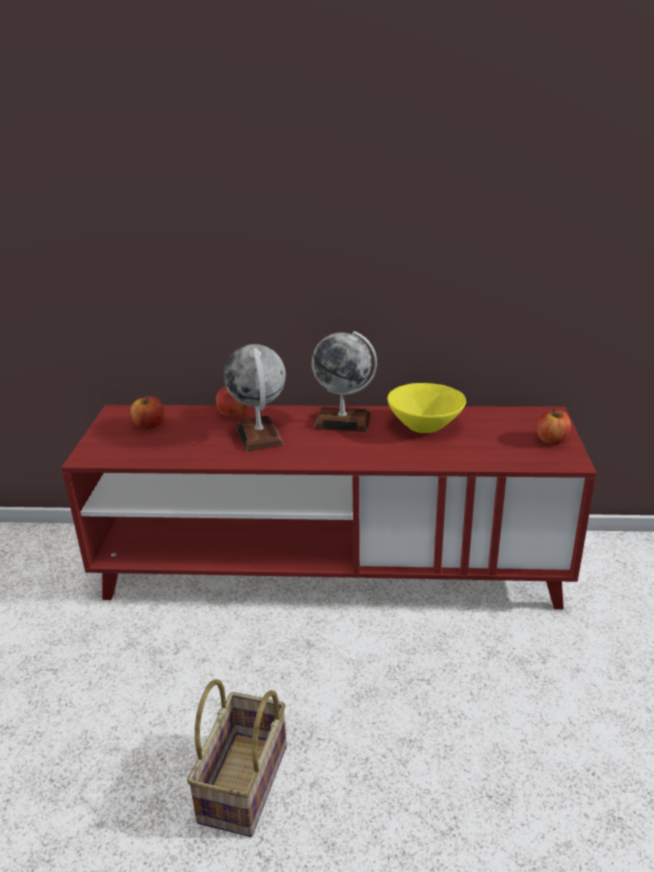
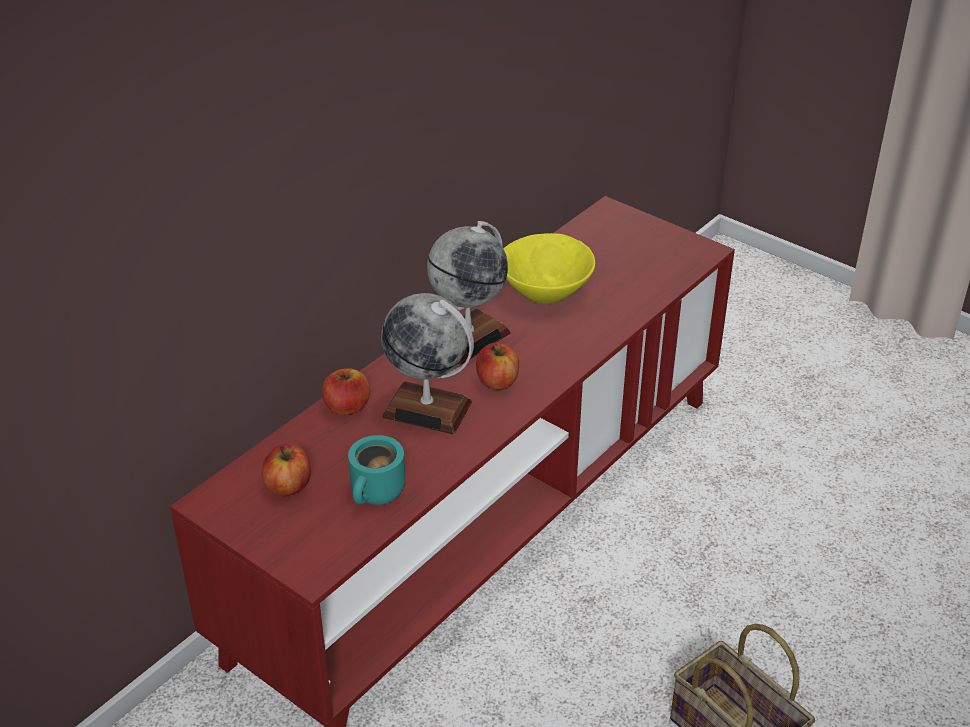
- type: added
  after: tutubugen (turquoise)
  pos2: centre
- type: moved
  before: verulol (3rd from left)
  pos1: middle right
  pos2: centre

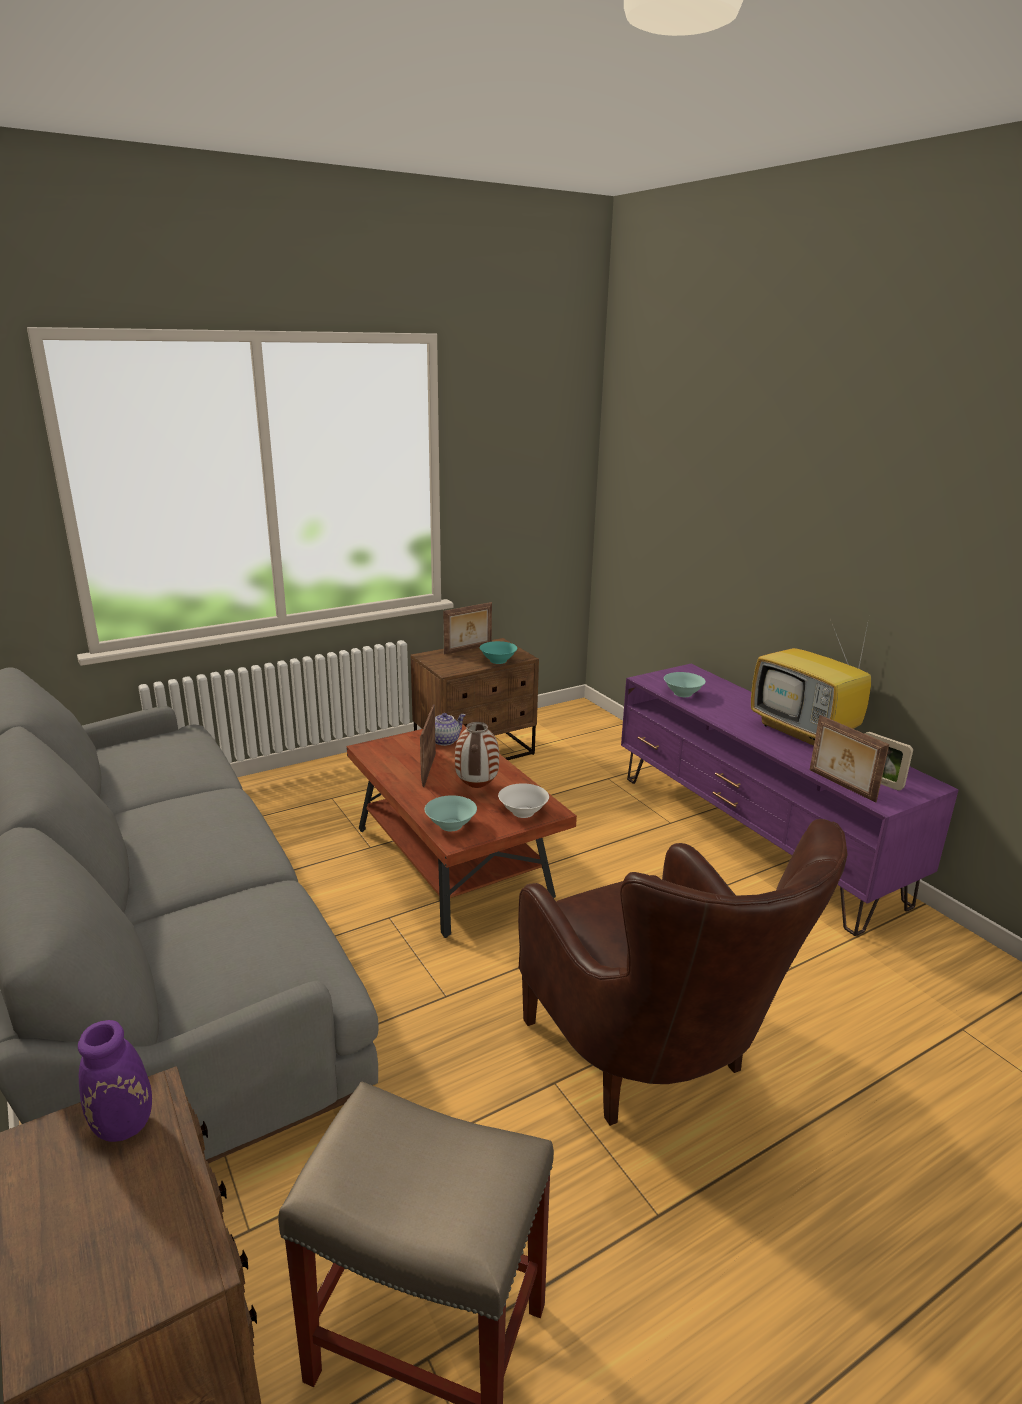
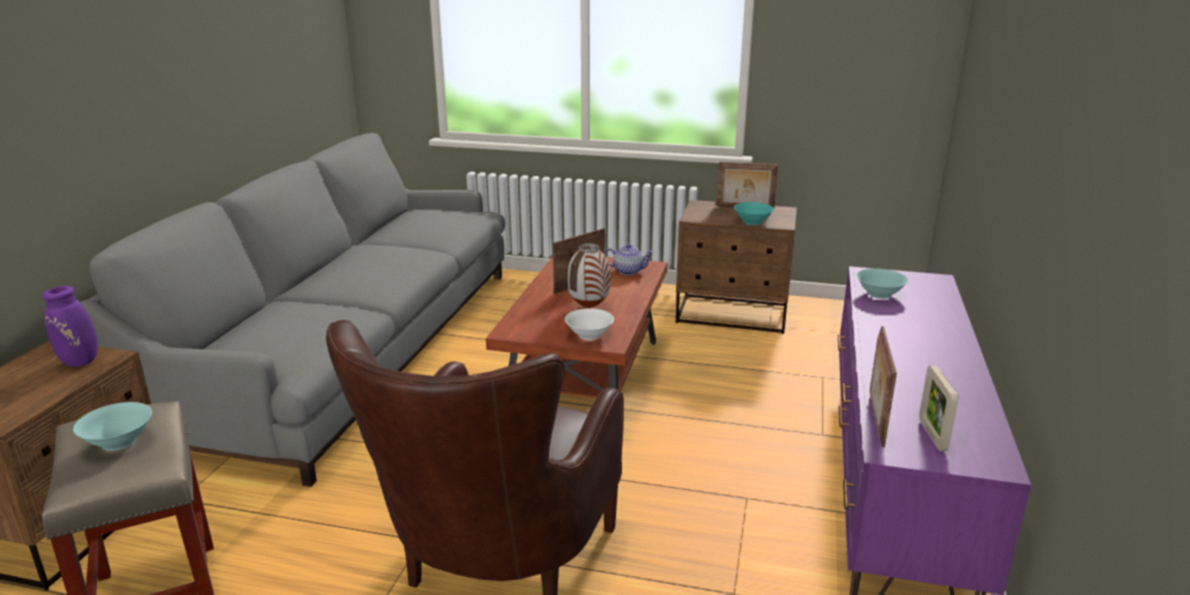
- type: removed
  before: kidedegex
  pos1: middle right
- type: moved
  before: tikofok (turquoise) (1st from left)
  pos1: centre
  pos2: bottom left

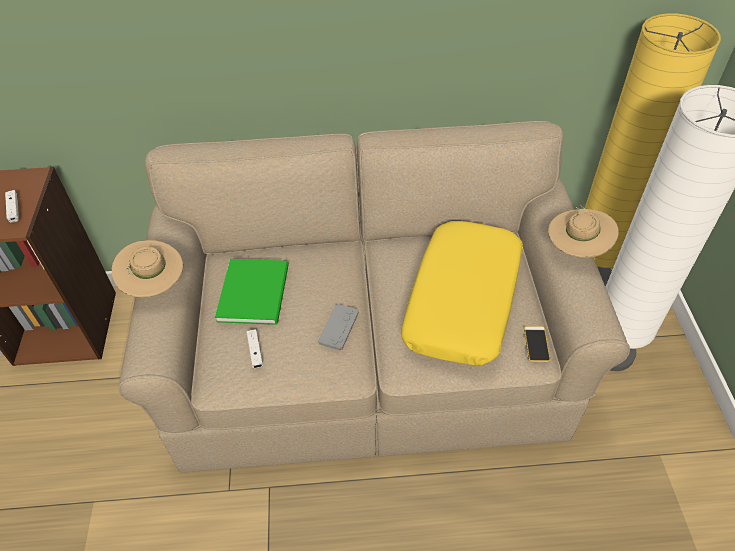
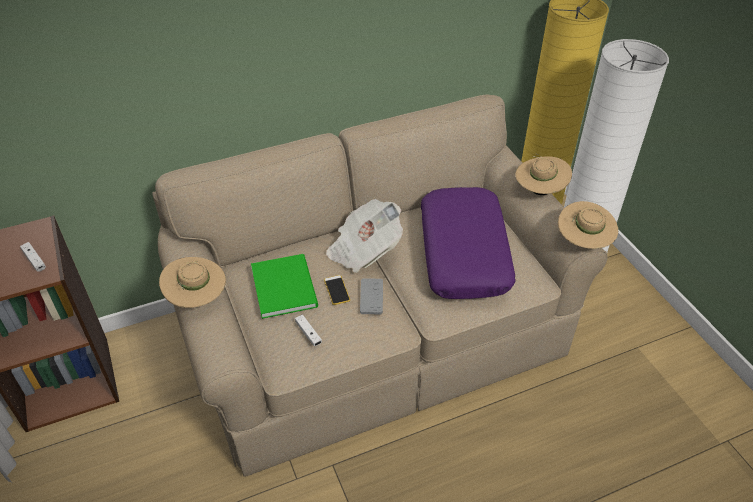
- type: added
  after: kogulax
  pos2: centre
- type: added
  after: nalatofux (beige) (3rd from left)
  pos2: middle right
- type: moved
  before: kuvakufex
  pos1: middle right
  pos2: centre
- type: recoloured
  before: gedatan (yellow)
  after: gedatan (purple)
  pos1: centre
  pos2: centre

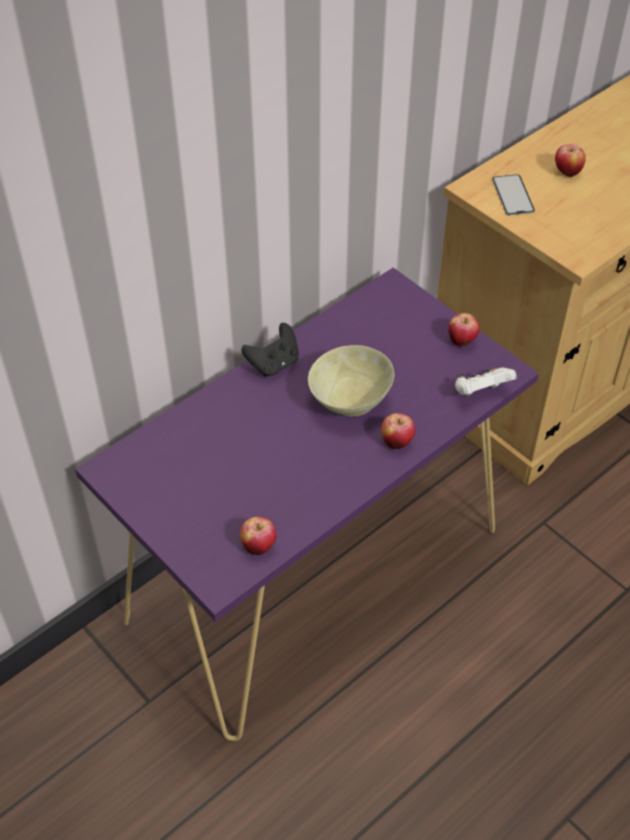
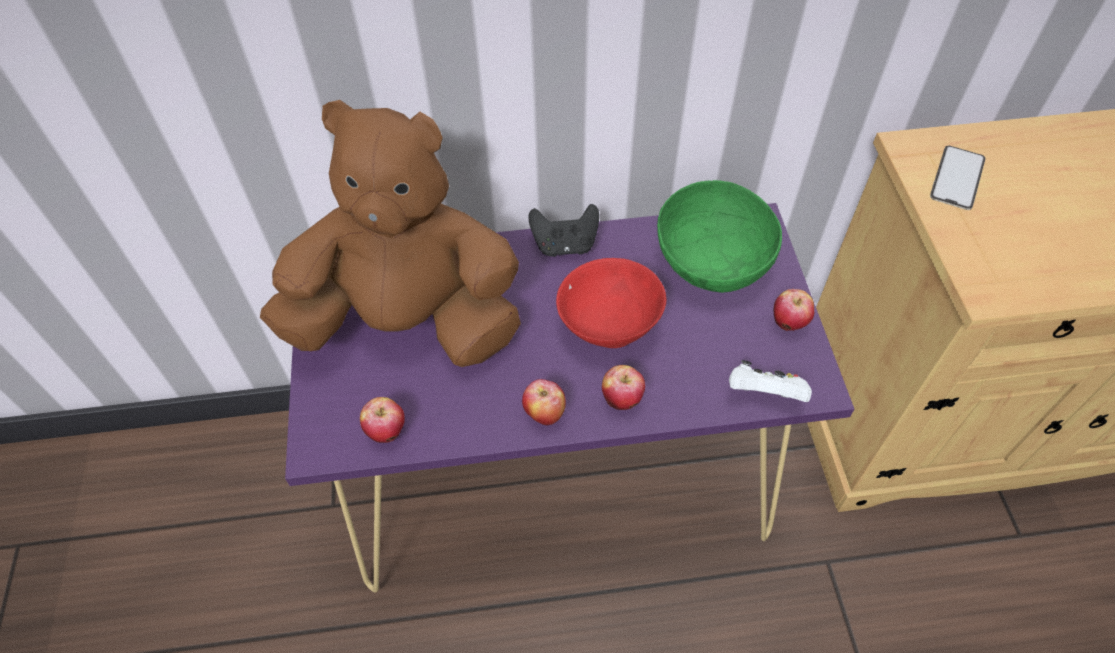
- type: added
  after: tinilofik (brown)
  pos2: centre
- type: added
  after: tikofok (green)
  pos2: centre
- type: moved
  before: verulol (4th from left in the first image)
  after: verulol (2nd from left)
  pos1: top right
  pos2: centre
- type: recoloured
  before: tikofok (beige)
  after: tikofok (red)
  pos1: centre
  pos2: centre

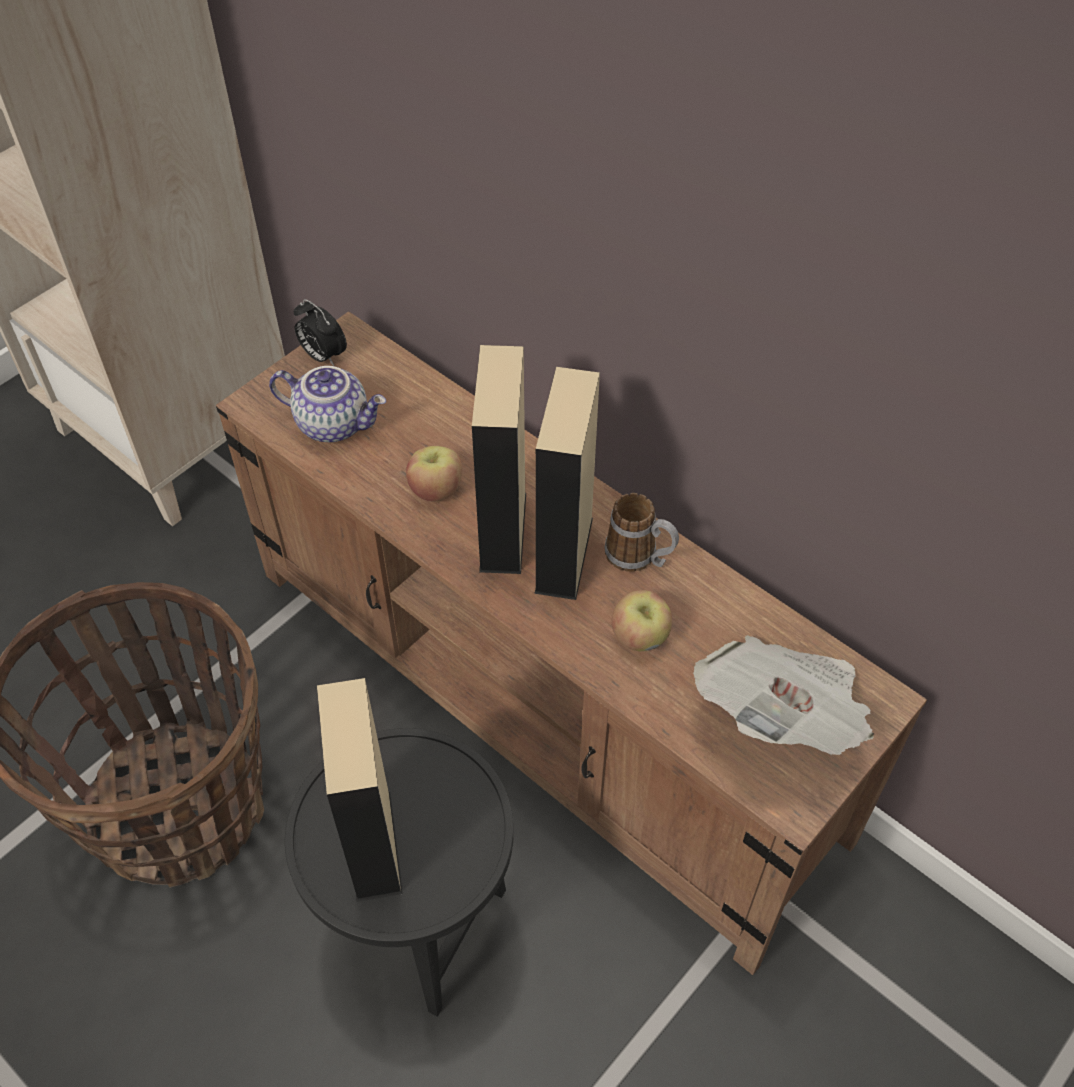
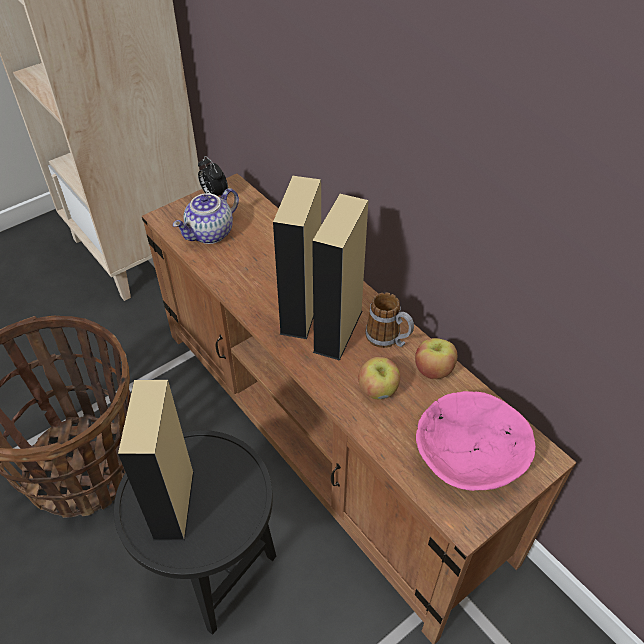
- type: moved
  before: verulol (1st from left in the first image)
  after: verulol (2nd from left)
  pos1: centre
  pos2: middle right
- type: replaced
  before: kogulax
  after: tikofok (pink)
  pos1: middle right
  pos2: bottom right
- type: turned
  before: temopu
  pos1: middle left
  pos2: middle left
  turn: 105

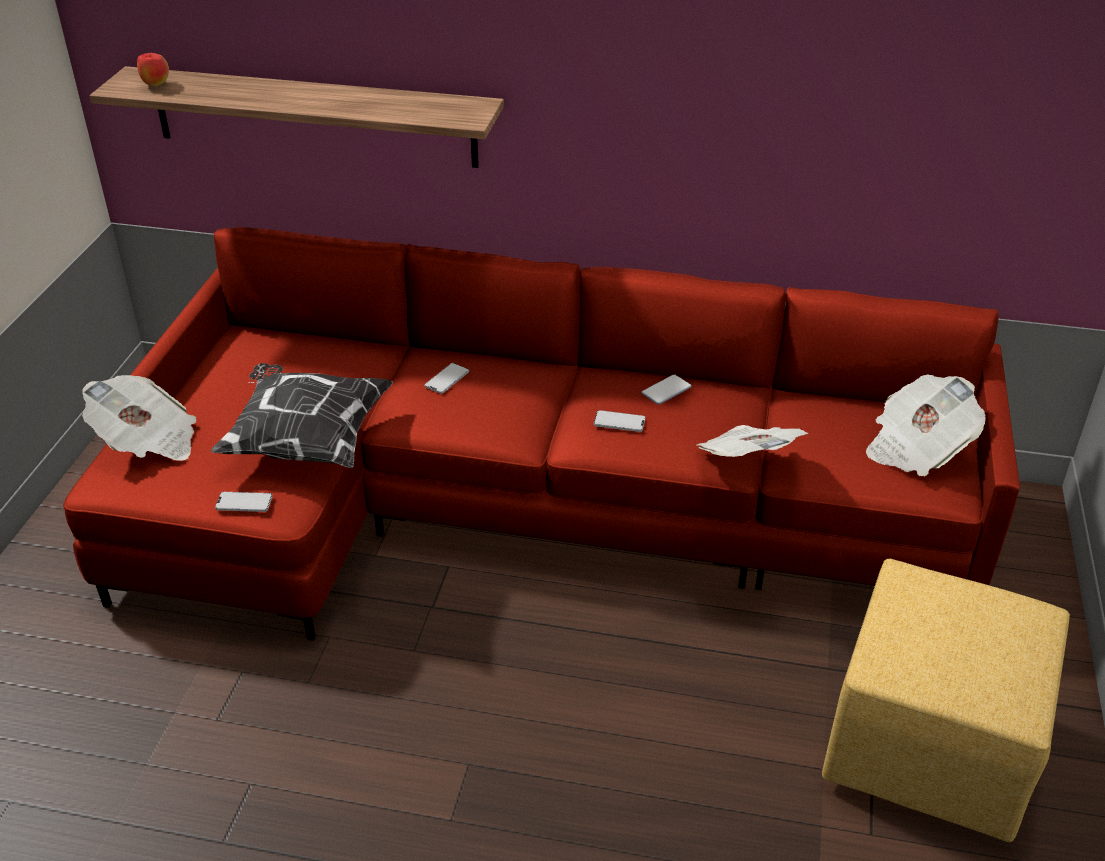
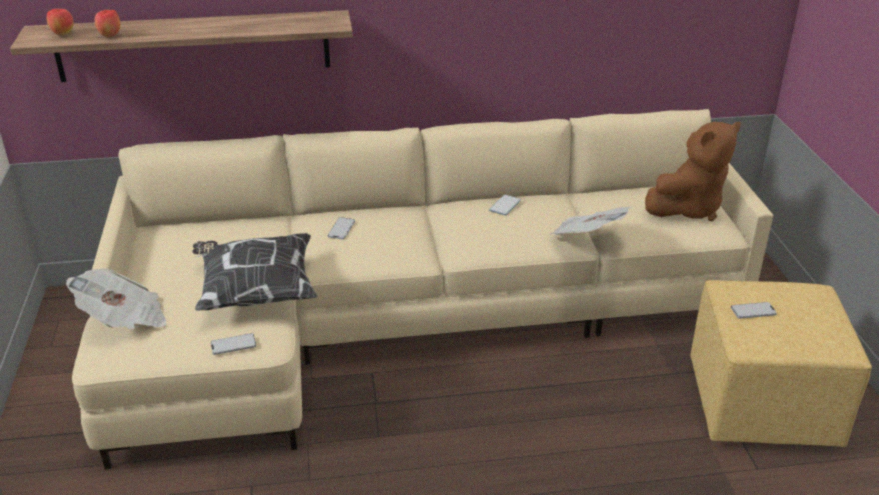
- type: added
  after: verulol (2nd from left)
  pos2: top left
- type: moved
  before: kuvakufex (3rd from left in the first image)
  after: kuvakufex (4th from left)
  pos1: centre
  pos2: middle right
- type: replaced
  before: kogulax (3rd from left)
  after: tinilofik (brown)
  pos1: middle right
  pos2: middle right
- type: recoloured
  before: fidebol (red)
  after: fidebol (beige)
  pos1: centre
  pos2: centre

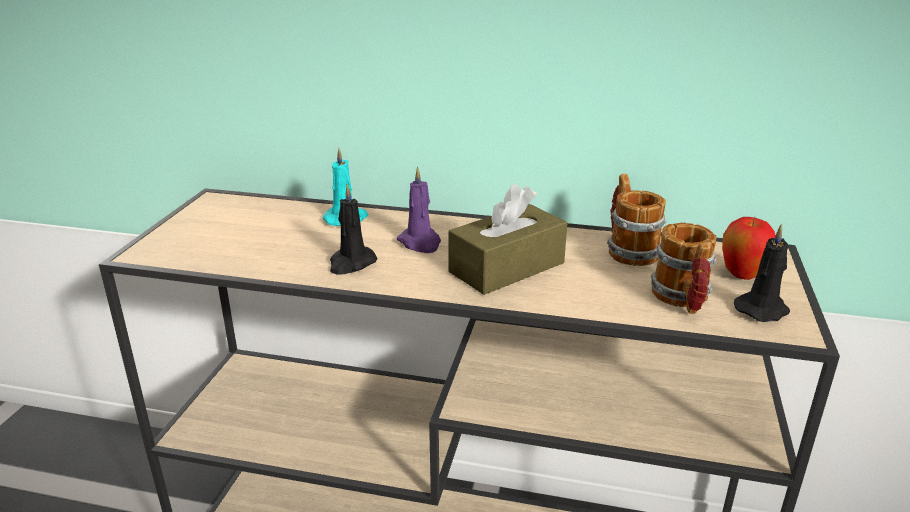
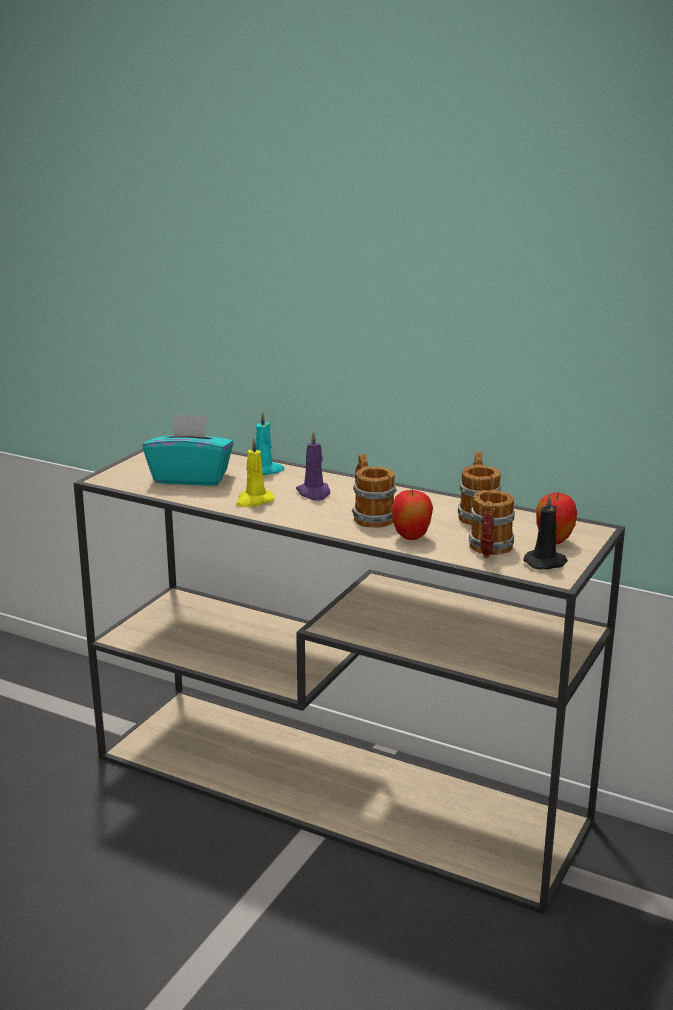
- type: added
  after: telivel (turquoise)
  pos2: middle left
- type: added
  after: verulol (1st from left)
  pos2: centre
- type: replaced
  before: telivel (brown)
  after: tutubugen (1st from left)
  pos1: centre
  pos2: centre
- type: recoloured
  before: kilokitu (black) (1st from left)
  after: kilokitu (yellow)
  pos1: centre
  pos2: centre

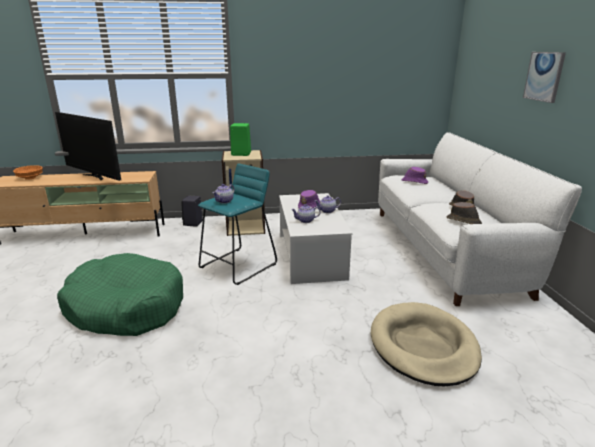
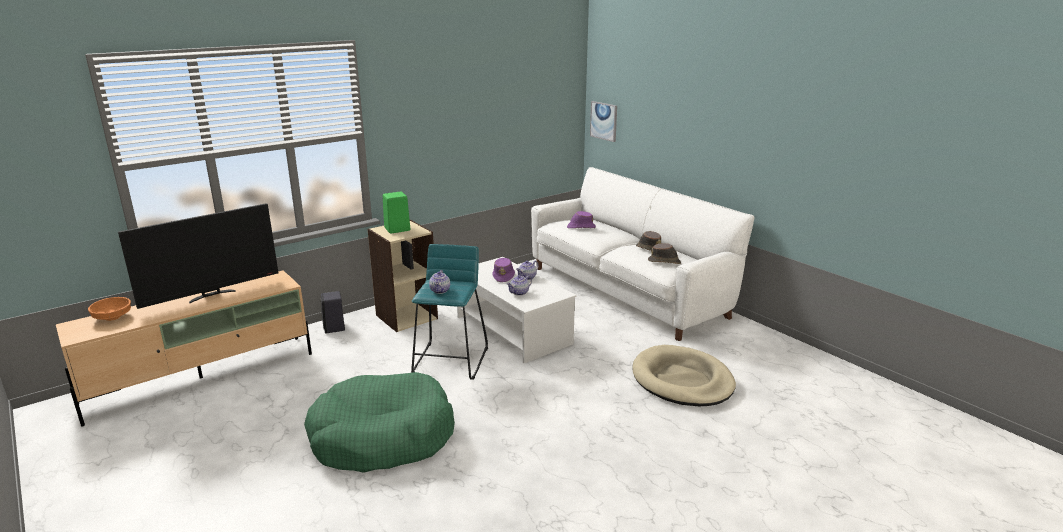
- type: moved
  before: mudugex
  pos1: top right
  pos2: top centre
- type: turned
  before: kidedegex
  pos1: top left
  pos2: middle left
  turn: -45

